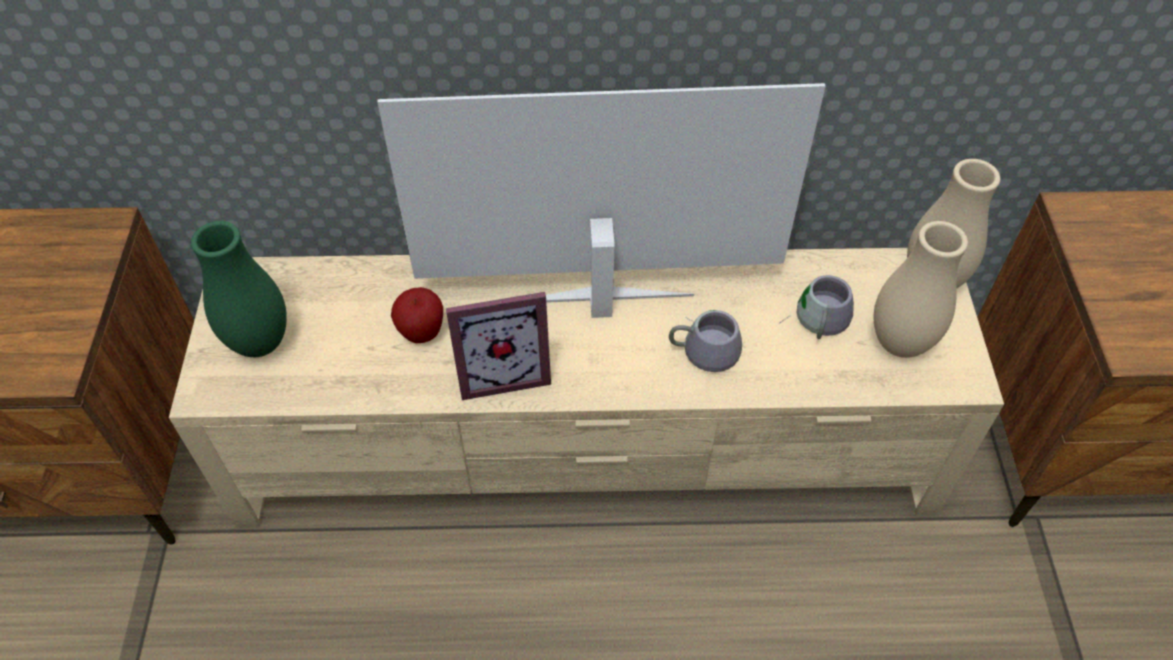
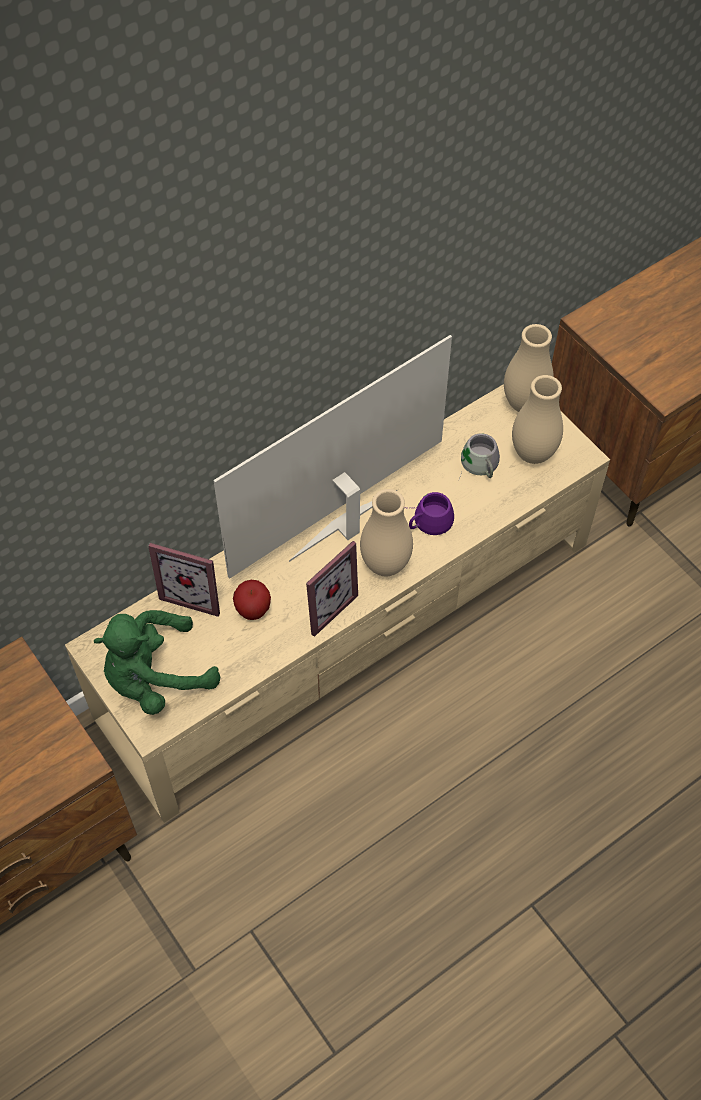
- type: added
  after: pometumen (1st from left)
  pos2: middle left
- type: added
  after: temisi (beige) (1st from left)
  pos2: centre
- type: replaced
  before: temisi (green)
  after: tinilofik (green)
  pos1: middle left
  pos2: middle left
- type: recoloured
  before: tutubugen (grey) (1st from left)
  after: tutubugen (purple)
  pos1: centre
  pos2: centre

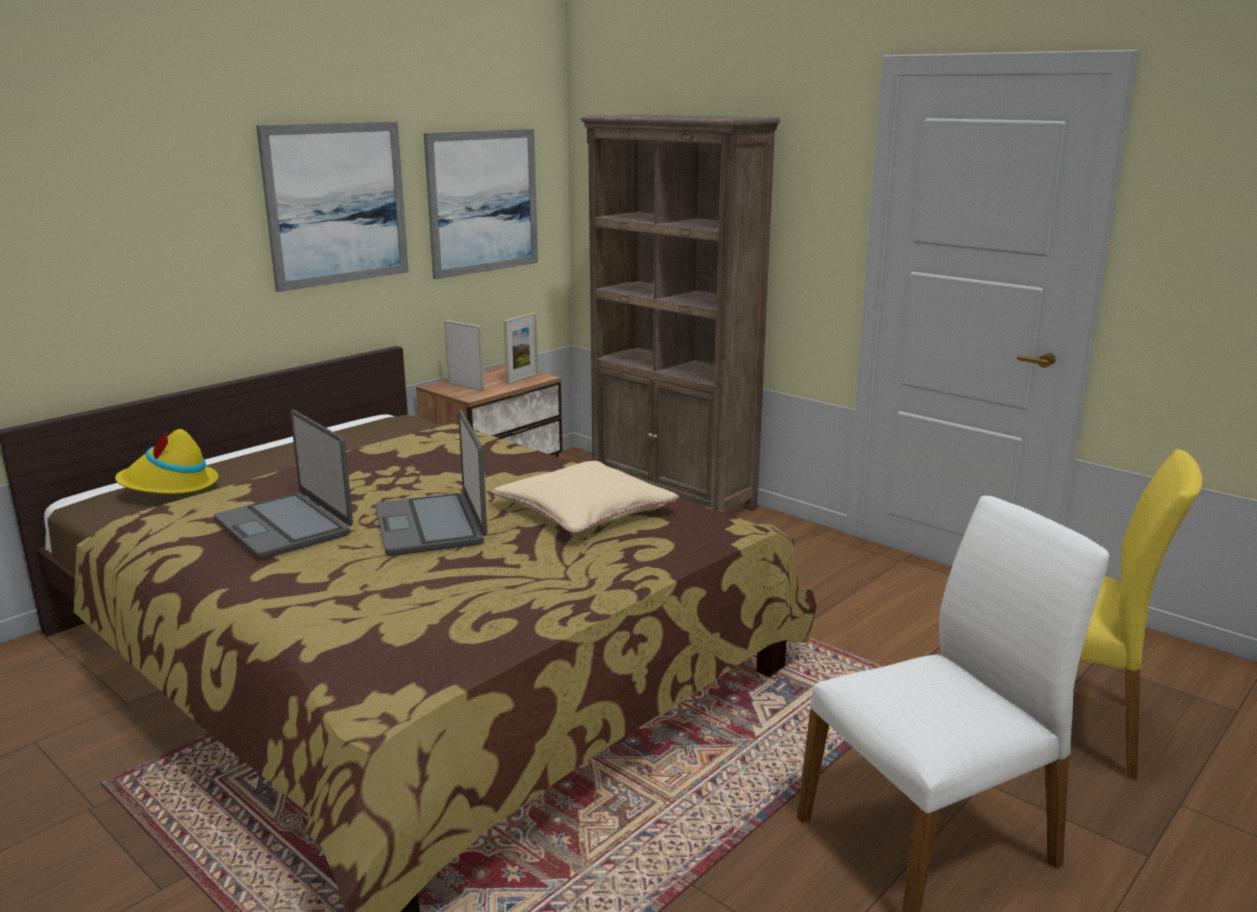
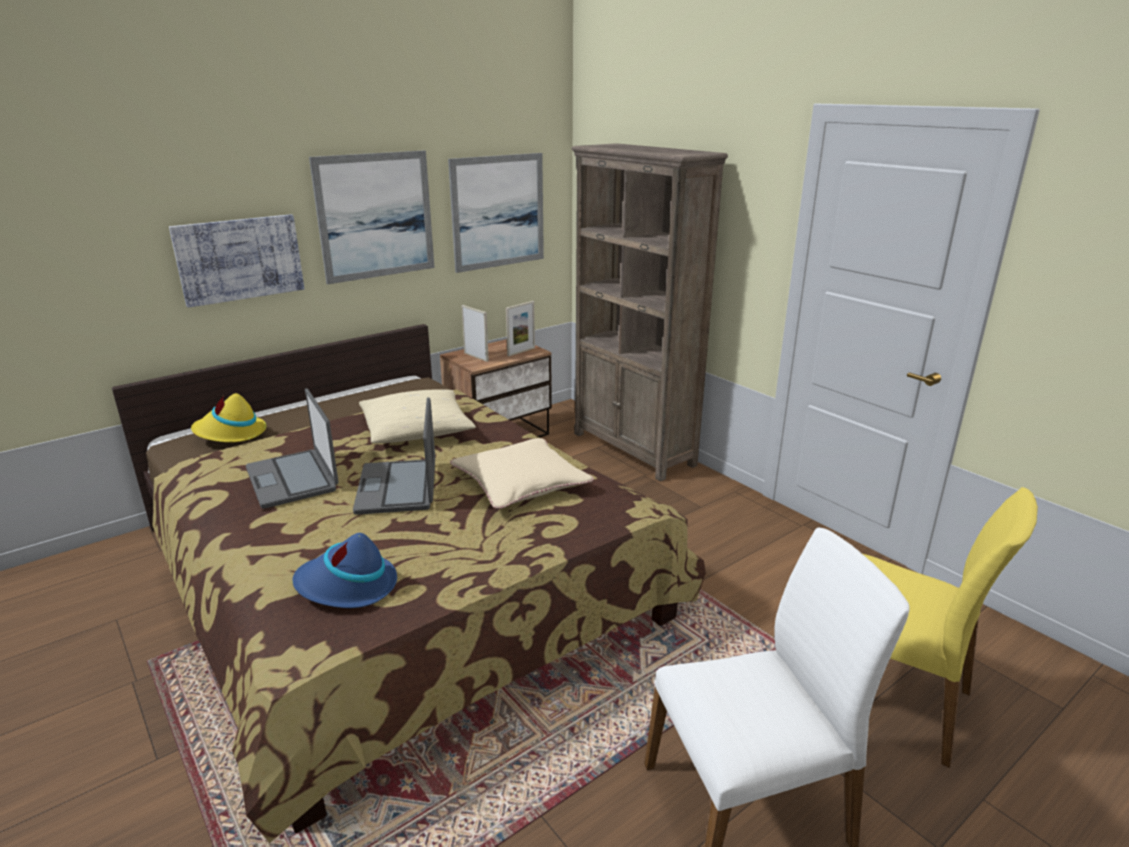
- type: added
  after: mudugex (1st from left)
  pos2: top left
- type: added
  after: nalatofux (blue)
  pos2: bottom left
- type: added
  after: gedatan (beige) (1st from left)
  pos2: centre

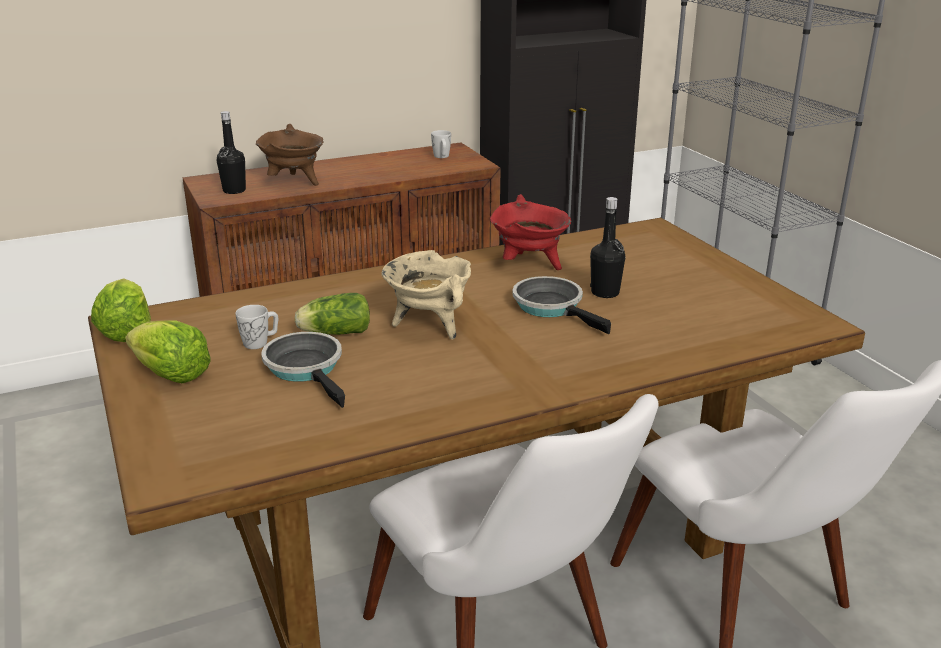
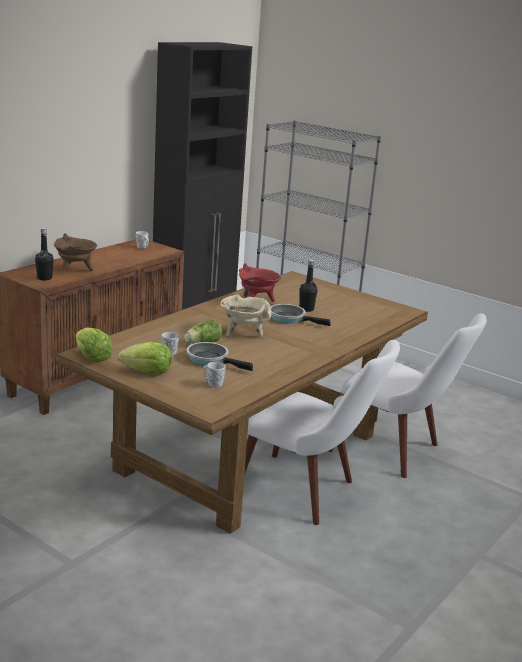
- type: added
  after: tutubugen (white) (3rd from left)
  pos2: centre

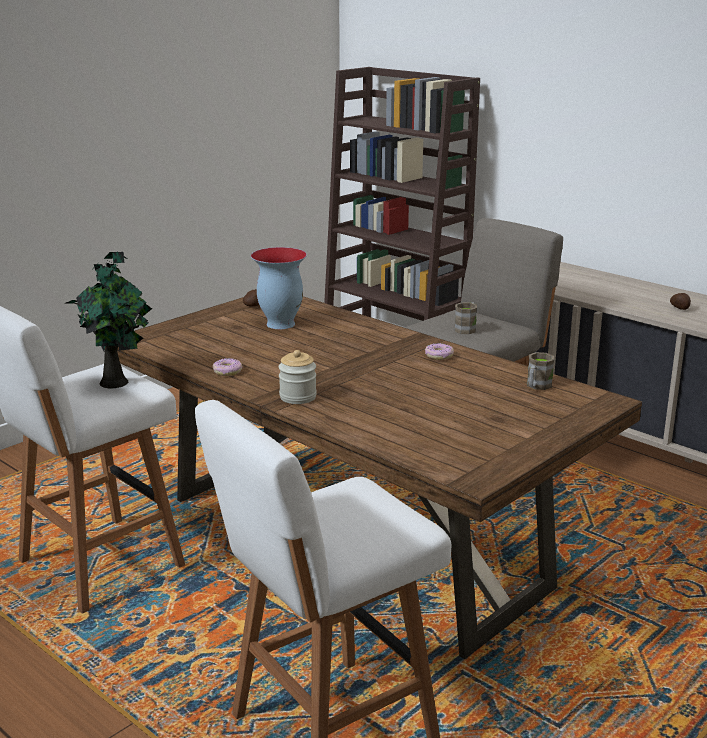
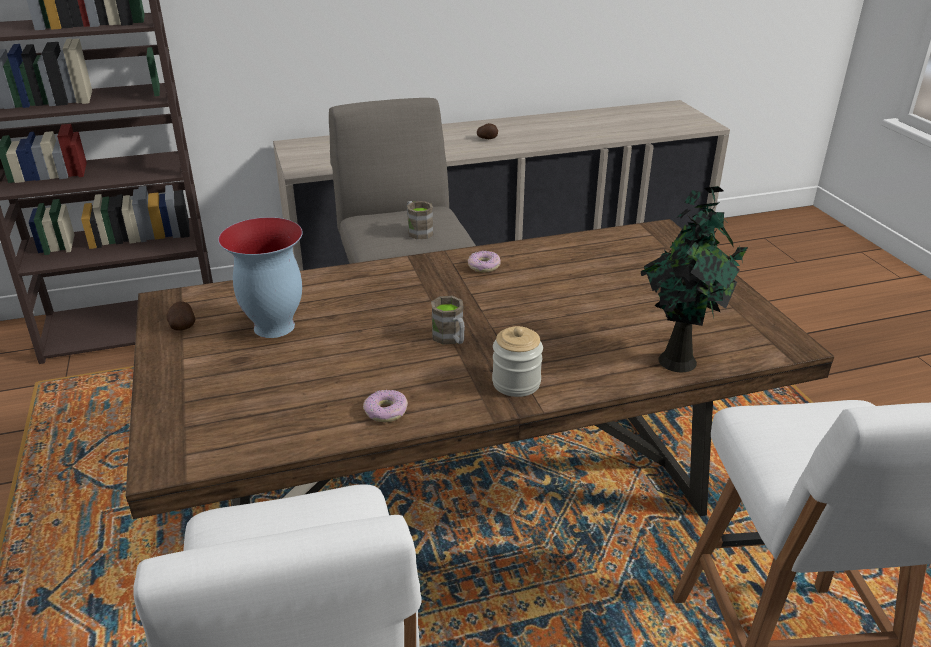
- type: moved
  before: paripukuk
  pos1: middle left
  pos2: middle right
- type: moved
  before: tutubugen (brown) (2nd from left)
  pos1: middle right
  pos2: centre

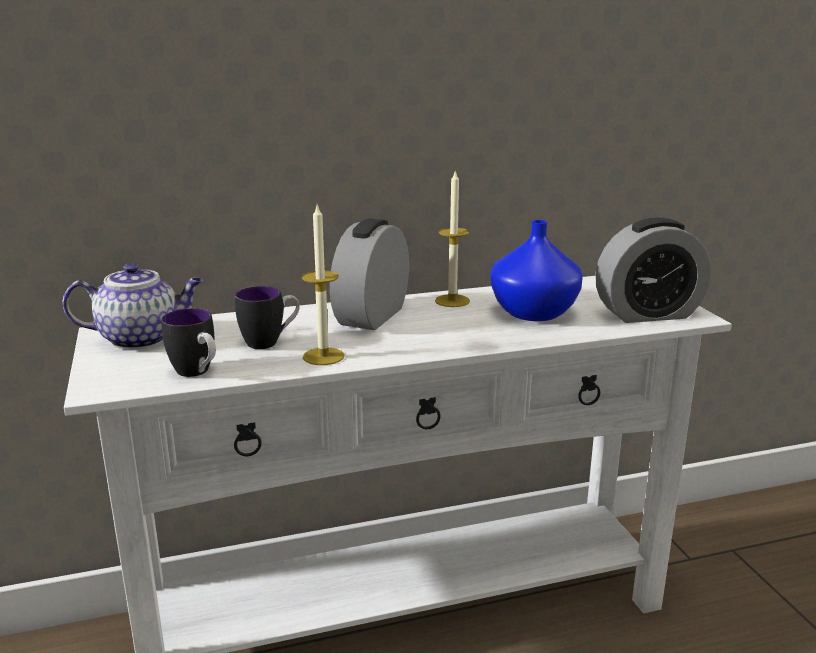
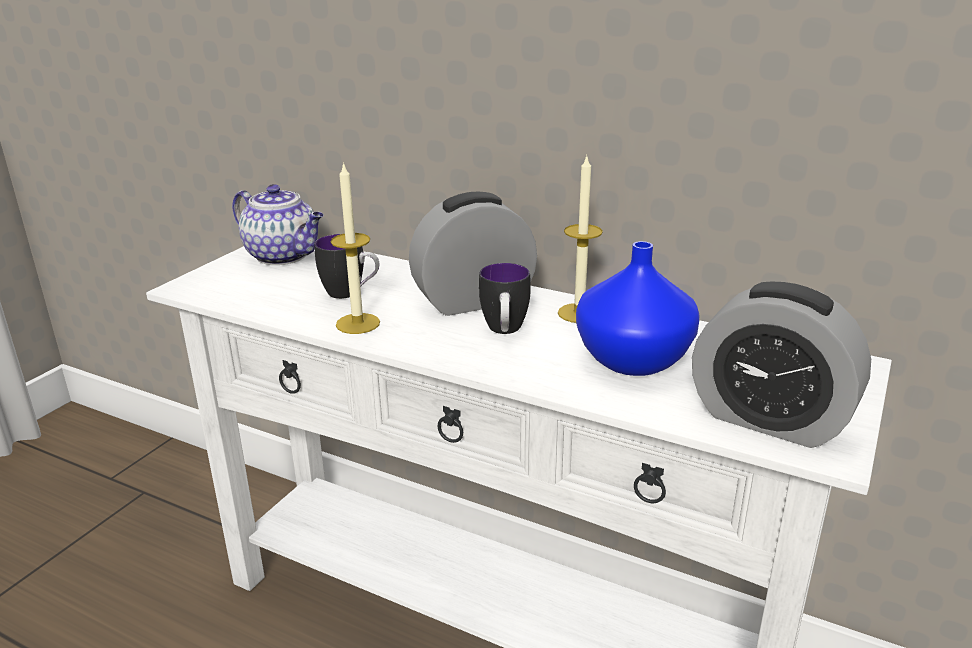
- type: moved
  before: tutubugen (1st from left in the first image)
  after: tutubugen (2nd from left)
  pos1: middle left
  pos2: centre

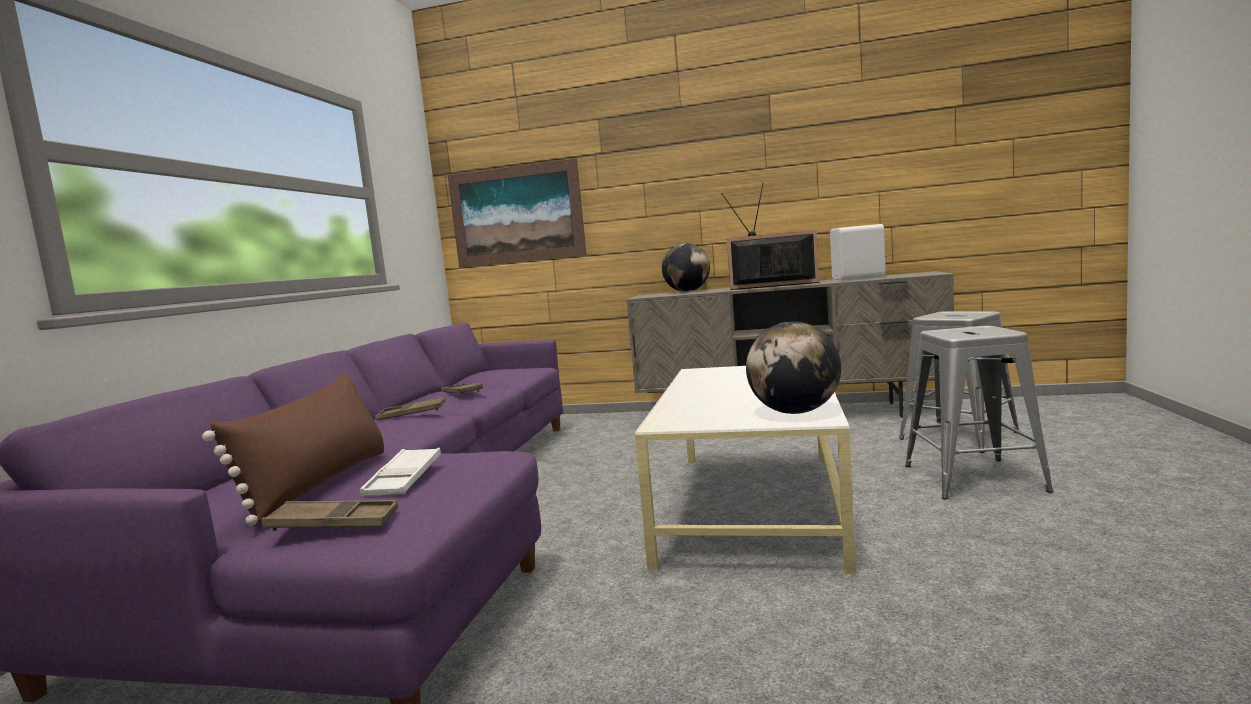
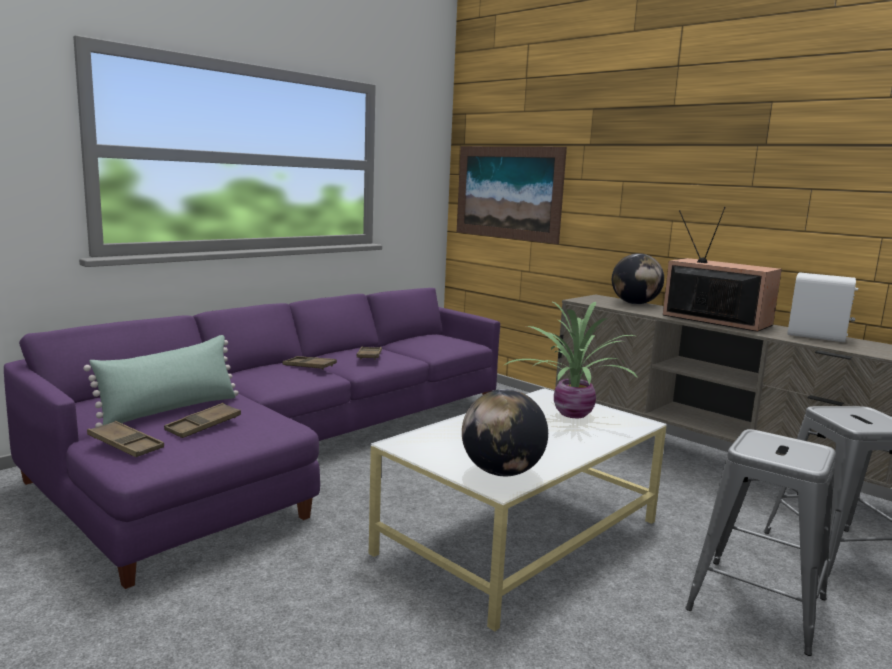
- type: added
  after: paripukuk
  pos2: centre
- type: recoloured
  before: gedatan (brown)
  after: gedatan (green)
  pos1: middle left
  pos2: middle left
- type: recoloured
  before: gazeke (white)
  after: gazeke (brown) (2nd from left)
  pos1: bottom left
  pos2: middle left

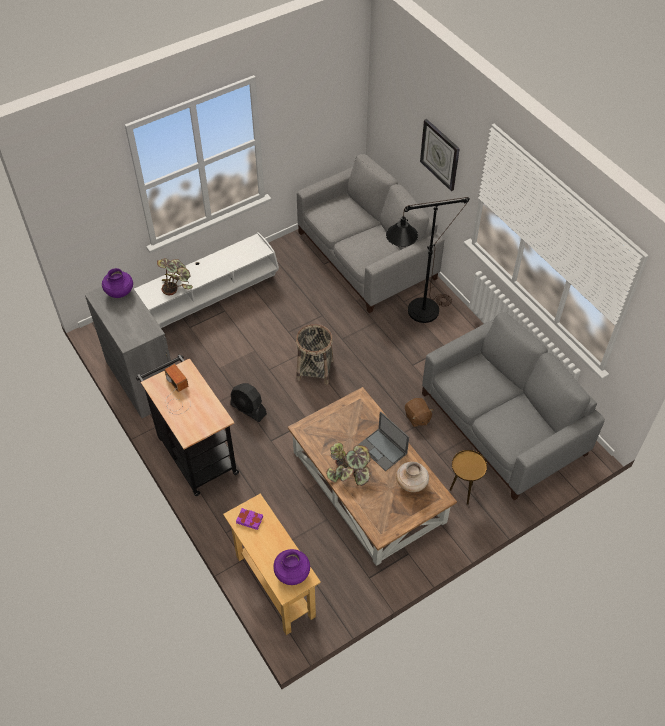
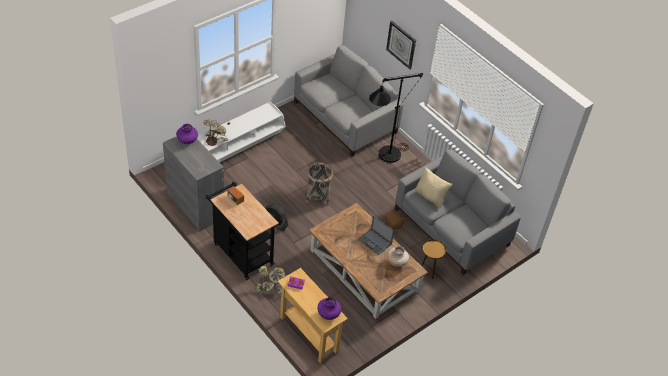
- type: added
  after: gedatan (beige)
  pos2: centre
- type: moved
  before: paripukuk (2nd from left)
  pos1: centre
  pos2: bottom centre

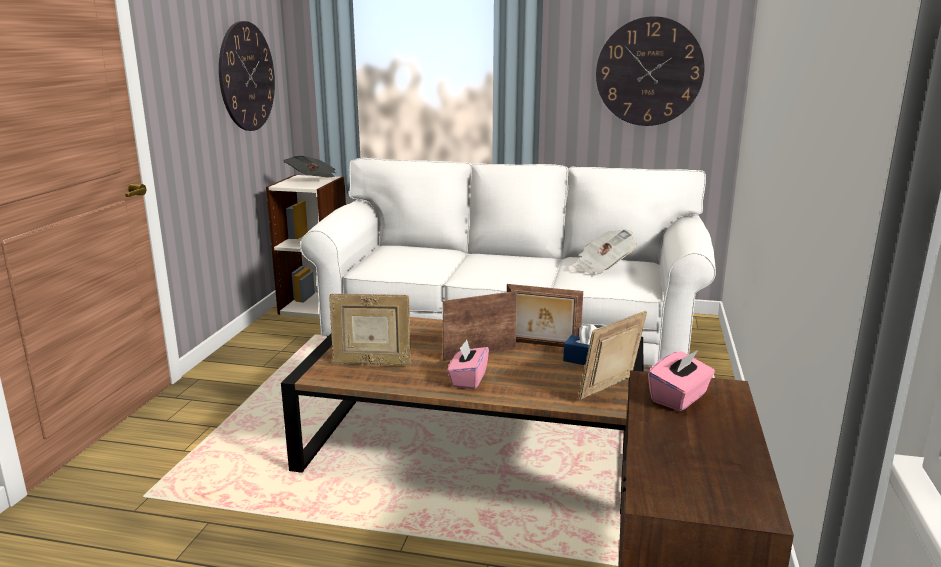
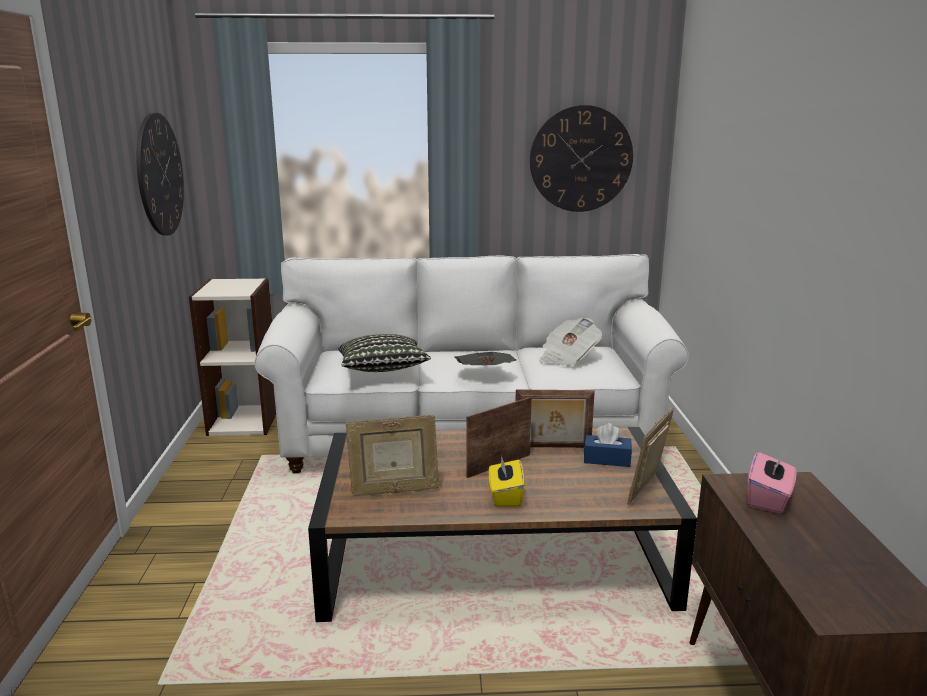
- type: added
  after: gedatan
  pos2: centre
- type: moved
  before: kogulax (1st from left)
  pos1: top left
  pos2: centre
- type: recoloured
  before: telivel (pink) (1st from left)
  after: telivel (yellow)
  pos1: centre
  pos2: bottom centre

